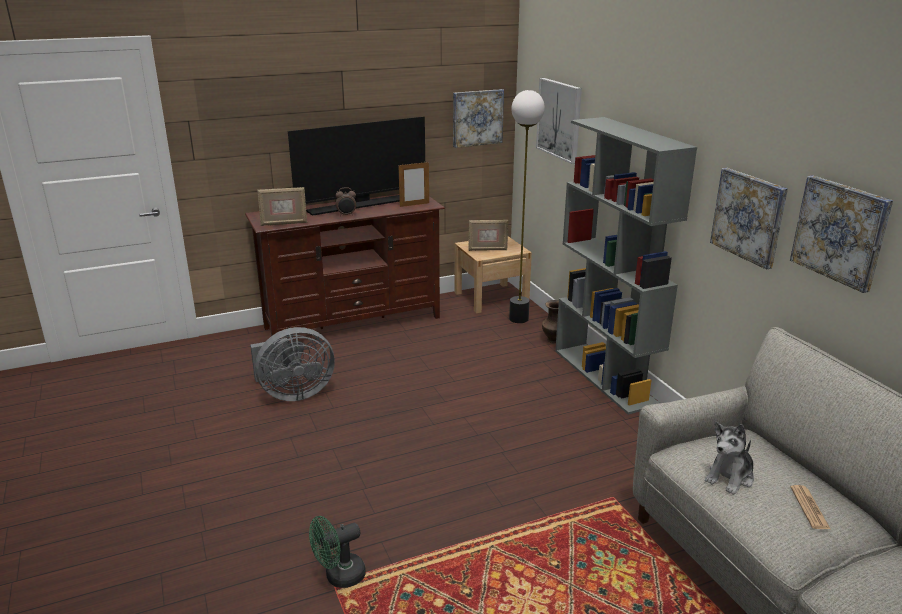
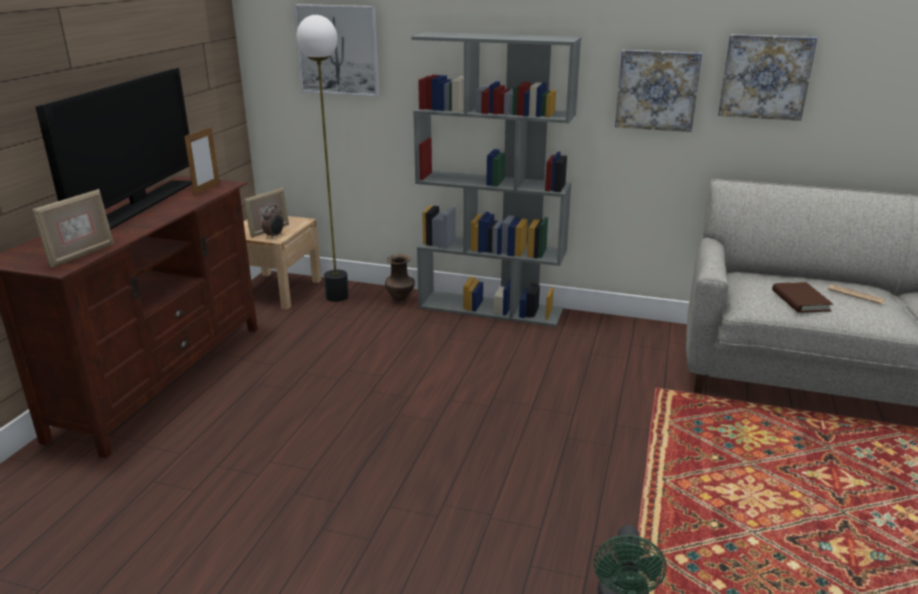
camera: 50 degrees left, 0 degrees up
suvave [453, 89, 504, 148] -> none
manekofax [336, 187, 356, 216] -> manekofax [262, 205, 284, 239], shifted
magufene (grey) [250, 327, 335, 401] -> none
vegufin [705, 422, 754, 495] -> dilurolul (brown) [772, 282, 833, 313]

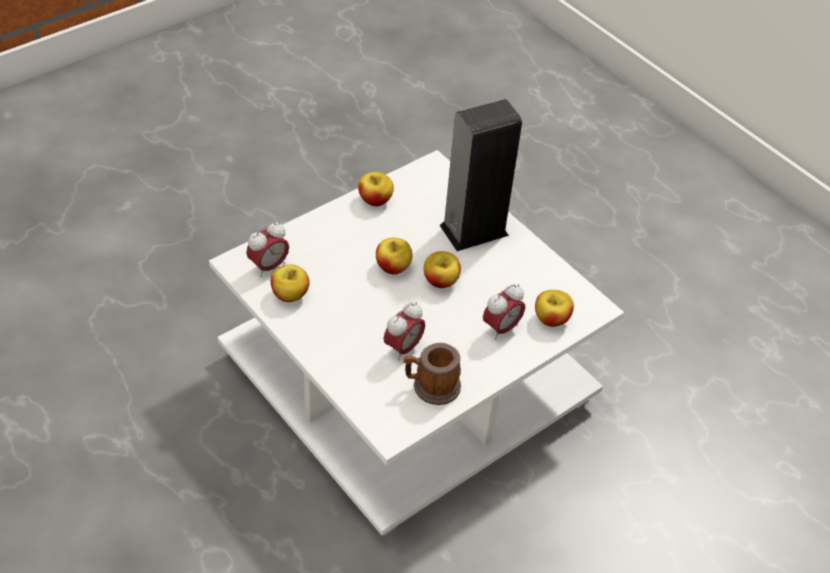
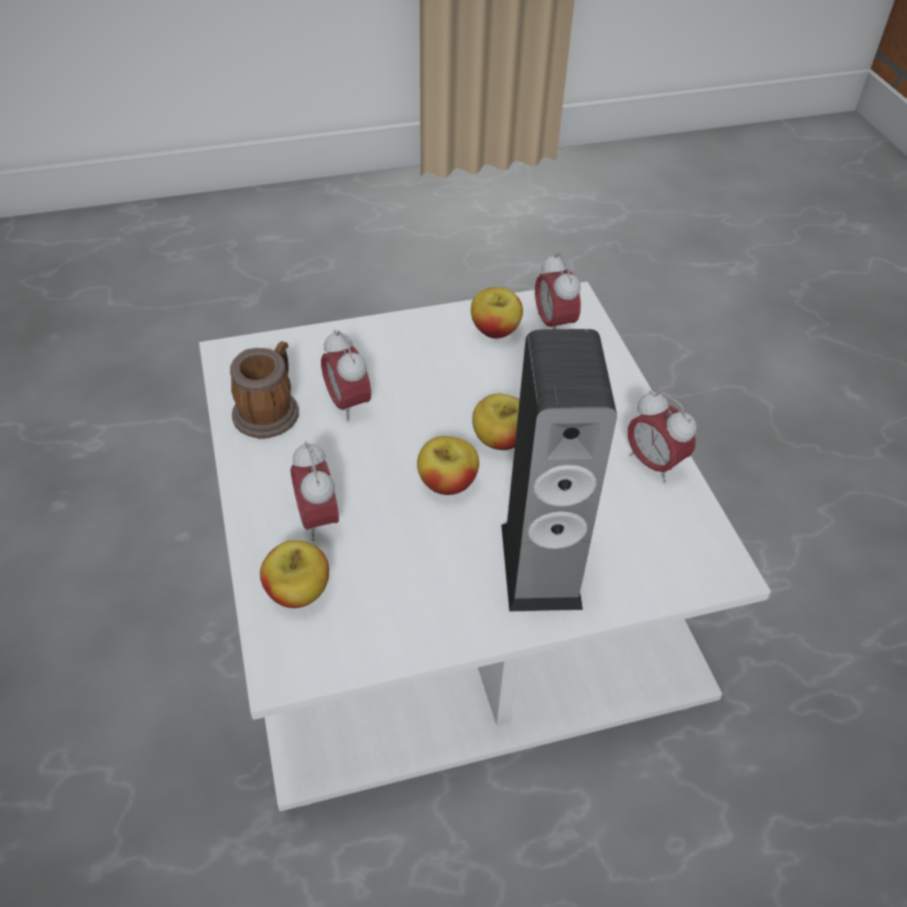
camera: 115 degrees right, 0 degrees up
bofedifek [358, 172, 394, 206] -> manekofax [628, 390, 697, 482]

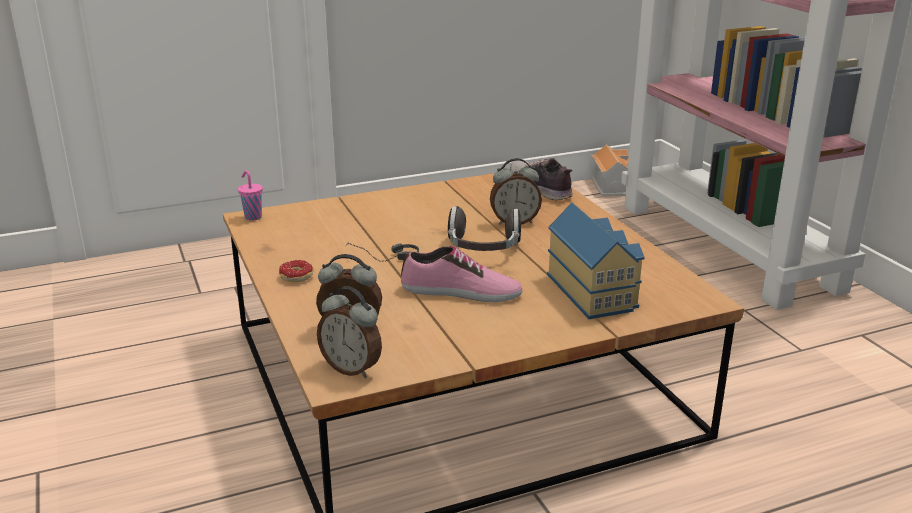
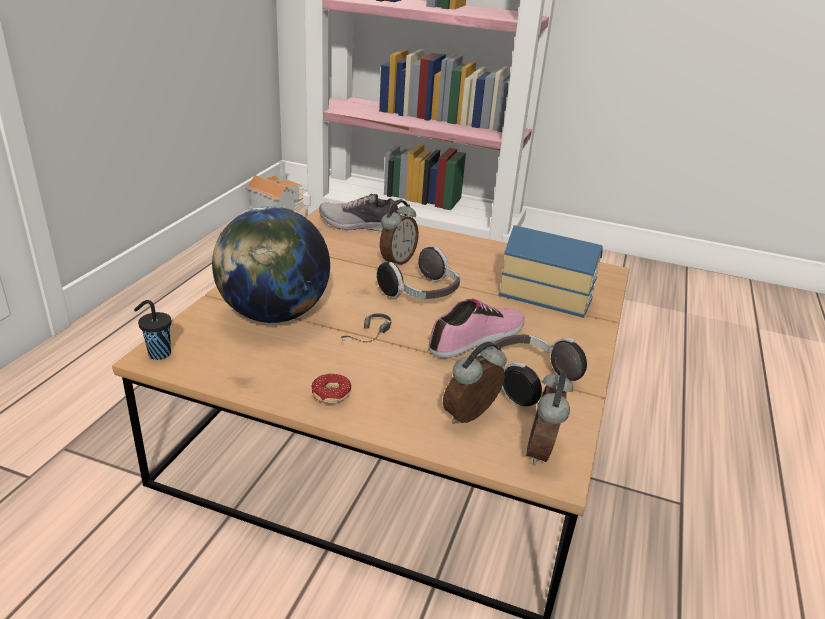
camera: 50 degrees left, 5 degrees up
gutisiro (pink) [238, 170, 263, 220] -> gutisiro (black) [134, 300, 171, 360]
manekofax [317, 286, 382, 378] -> manekofax [526, 371, 573, 466], 120 degrees clockwise
none -> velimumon [212, 206, 330, 323]
none -> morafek [493, 334, 587, 406]

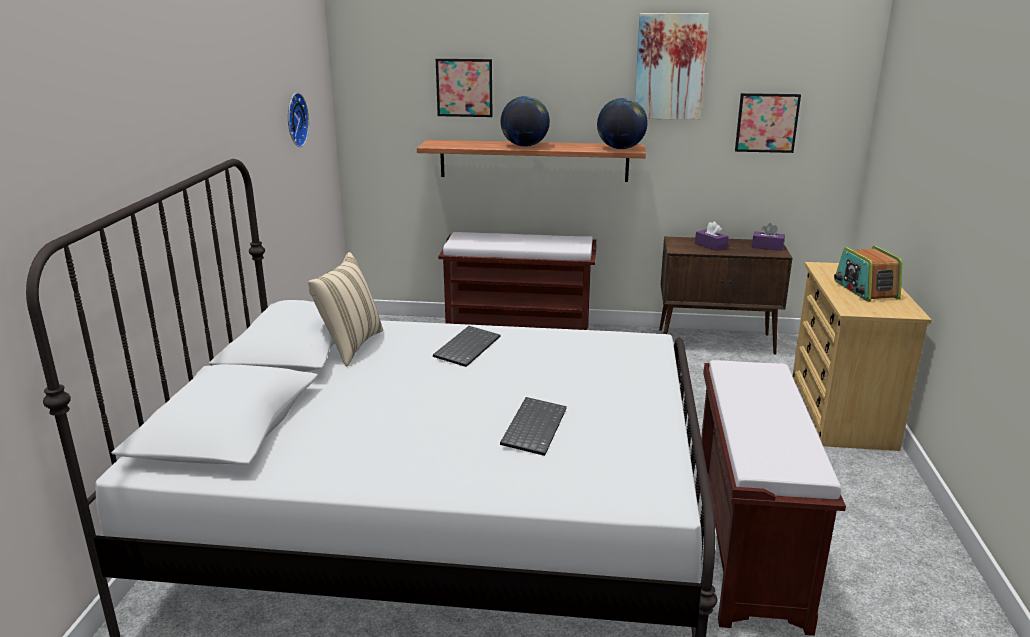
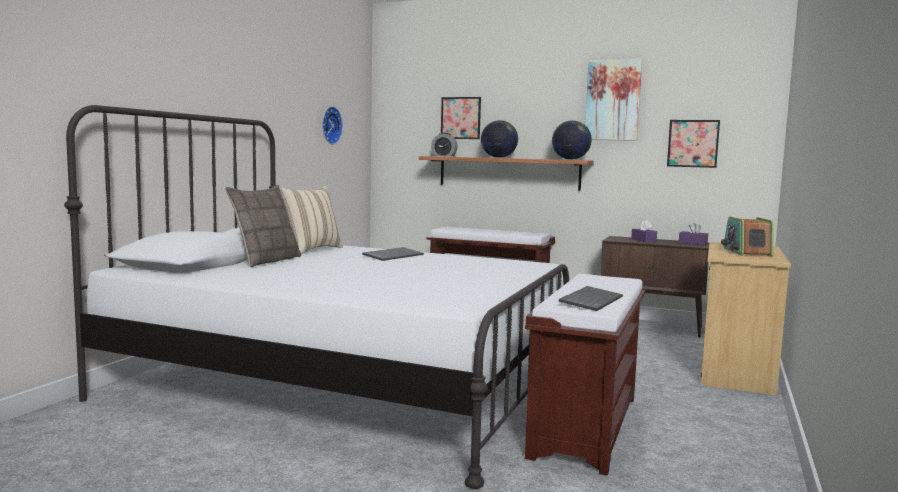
camera: 15 degrees right, 15 degrees down
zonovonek [500, 397, 567, 456] -> zonovonek [558, 286, 623, 311], shifted
none -> manekofax [431, 133, 458, 157]
none -> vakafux [225, 185, 301, 268]

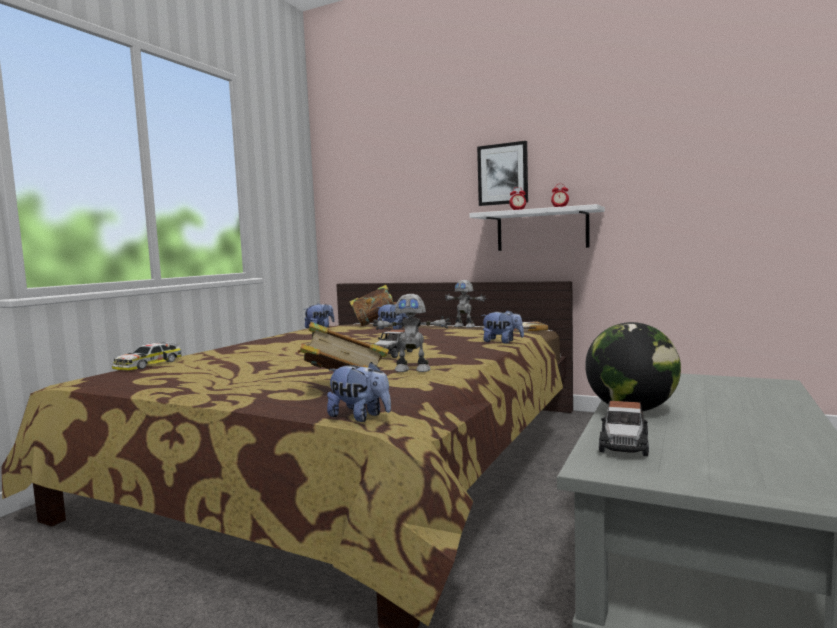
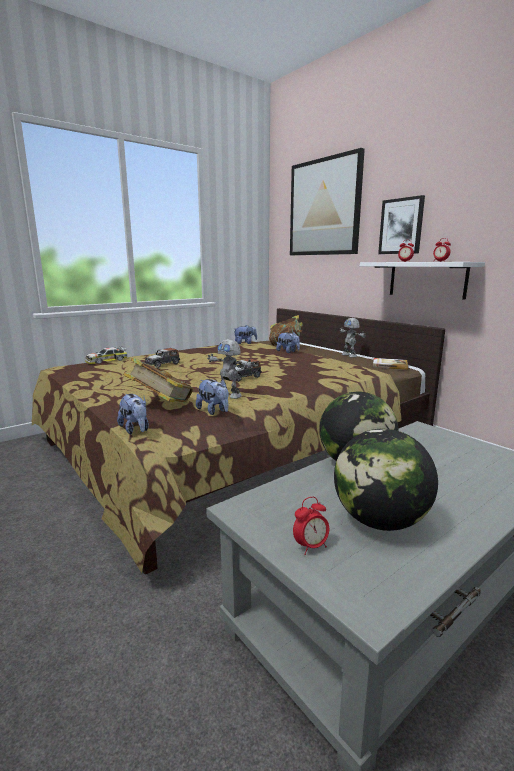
camera: 25 degrees right, 10 degrees up
vegufin [481, 310, 524, 344] -> vegufin [196, 379, 229, 415], shifted
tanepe [599, 401, 649, 456] -> tanepe [144, 348, 180, 367], shifted
none -> suvave [290, 148, 365, 255]
none -> velimumon [334, 429, 438, 531]
none -> manekofax [293, 497, 329, 555]

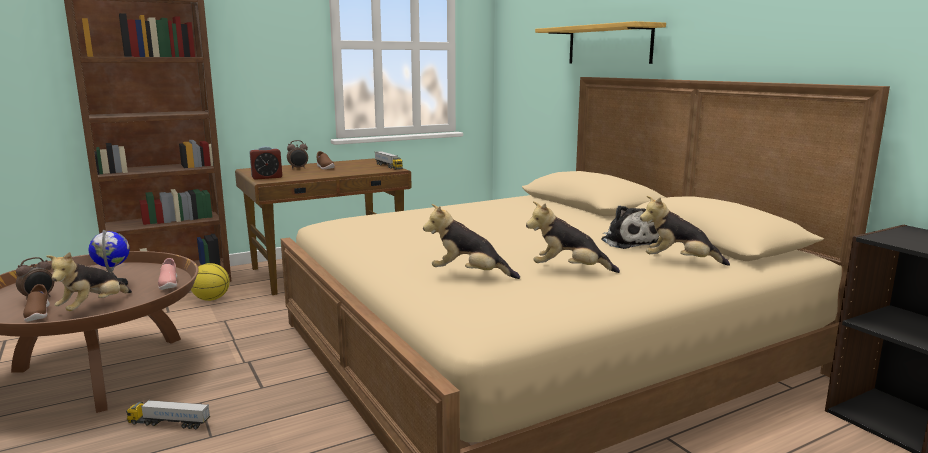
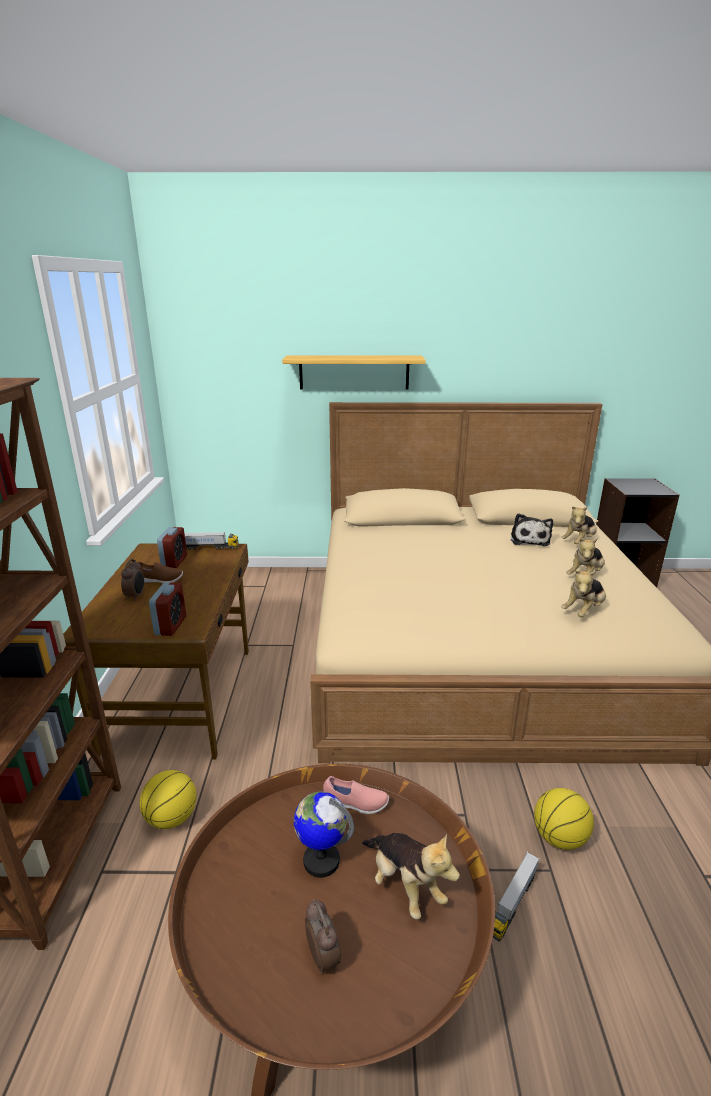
camera: 60 degrees left, 10 degrees up
vegufin [601, 205, 659, 249] -> vegufin [511, 513, 553, 546], 90 degrees clockwise
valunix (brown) [23, 284, 50, 322] -> none
none -> manekofax [157, 527, 187, 568]
none -> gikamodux [534, 788, 594, 850]

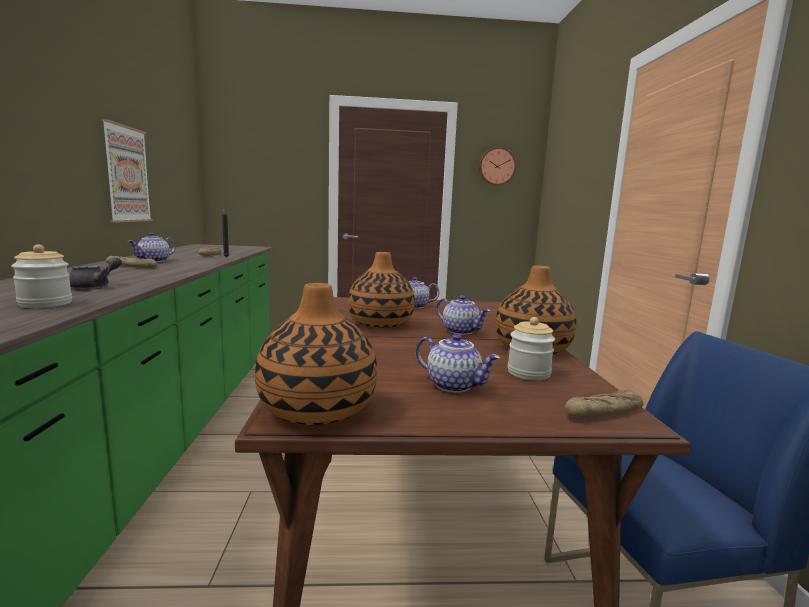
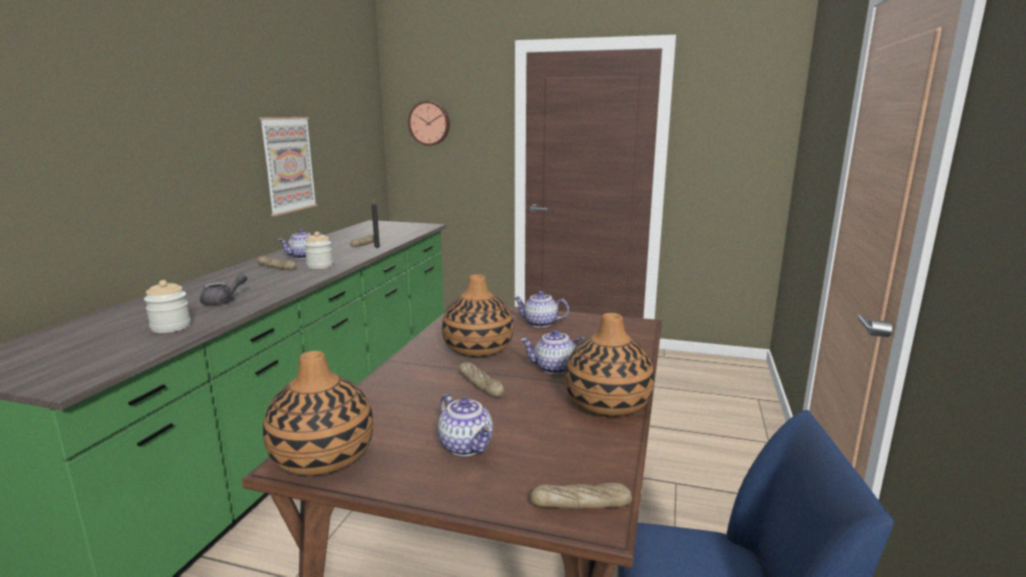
camera: 20 degrees right, 5 degrees up
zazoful [479, 147, 516, 186] -> zazoful [408, 101, 450, 146], shifted
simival [436, 295, 490, 335] -> simival [520, 329, 585, 374], 120 degrees clockwise
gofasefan [508, 317, 555, 380] -> gofasefan [304, 232, 333, 269], shifted
none -> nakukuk [458, 362, 504, 397]

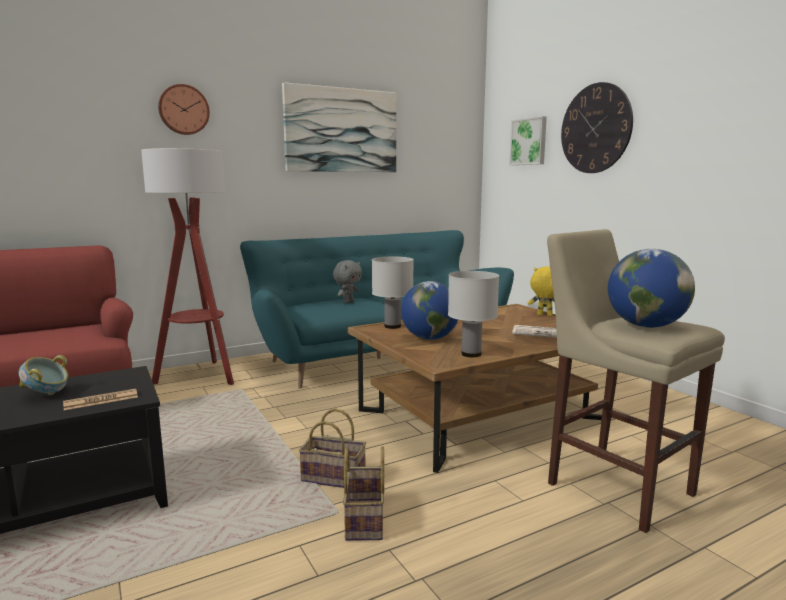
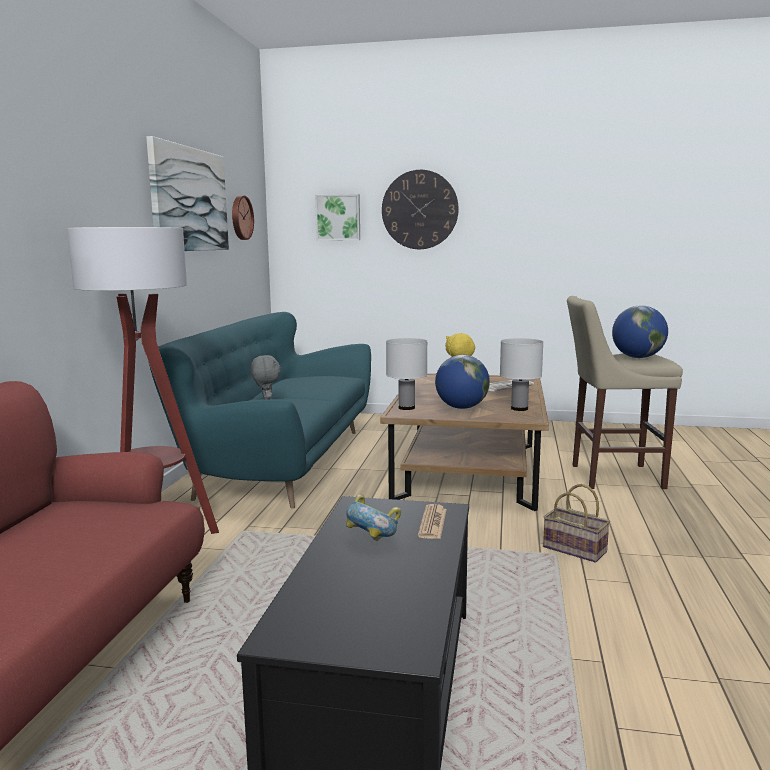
camera: 50 degrees left, 0 degrees up
zazoful [158, 84, 210, 135] -> zazoful [232, 195, 254, 240], shifted
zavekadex [299, 408, 366, 488] -> none

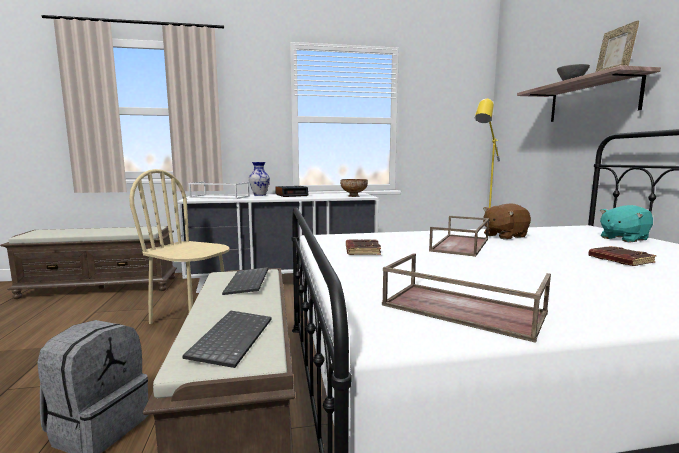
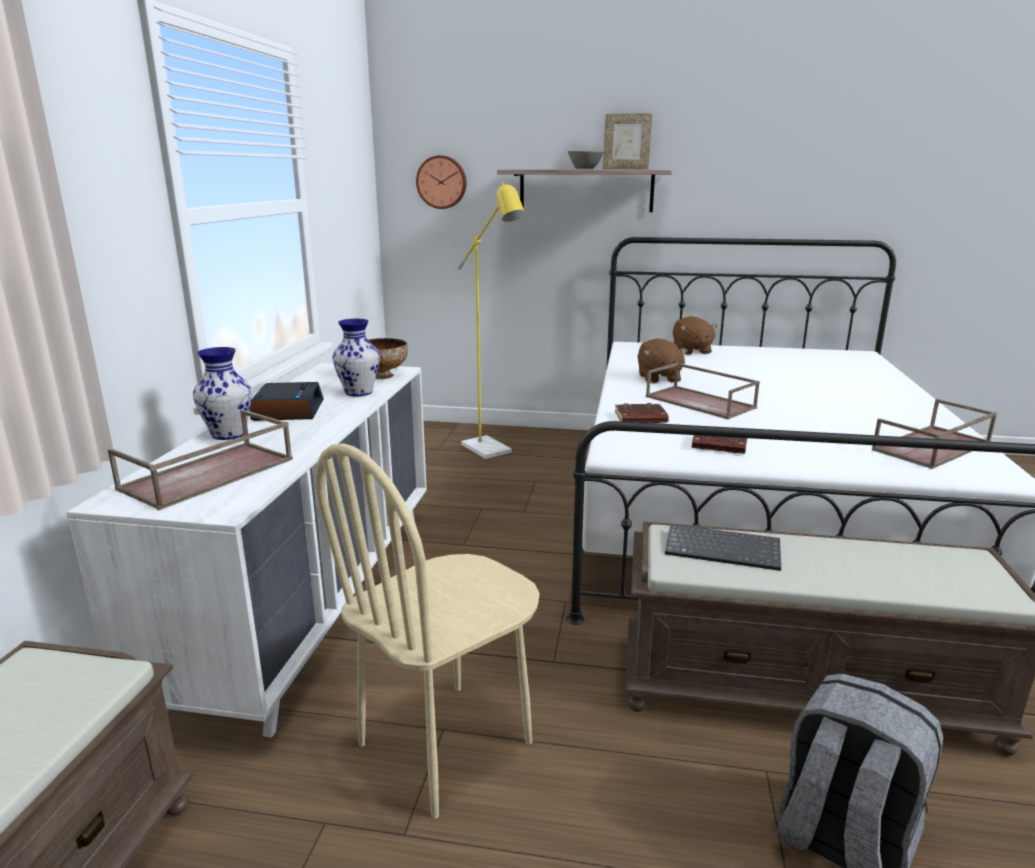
camera: 70 degrees left, 10 degrees up
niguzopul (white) [188, 181, 250, 199] -> niguzopul (brown) [108, 410, 293, 510]
vegufin (turquoise) [600, 205, 653, 243] -> vegufin (brown) [673, 316, 718, 355]
dilurolul (brown) [588, 246, 656, 266] -> dilurolul (brown) [615, 403, 669, 423], shifted
zonovonek [183, 311, 272, 368] -> none
none -> zazoful [416, 155, 466, 209]
none -> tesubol [332, 319, 380, 396]

